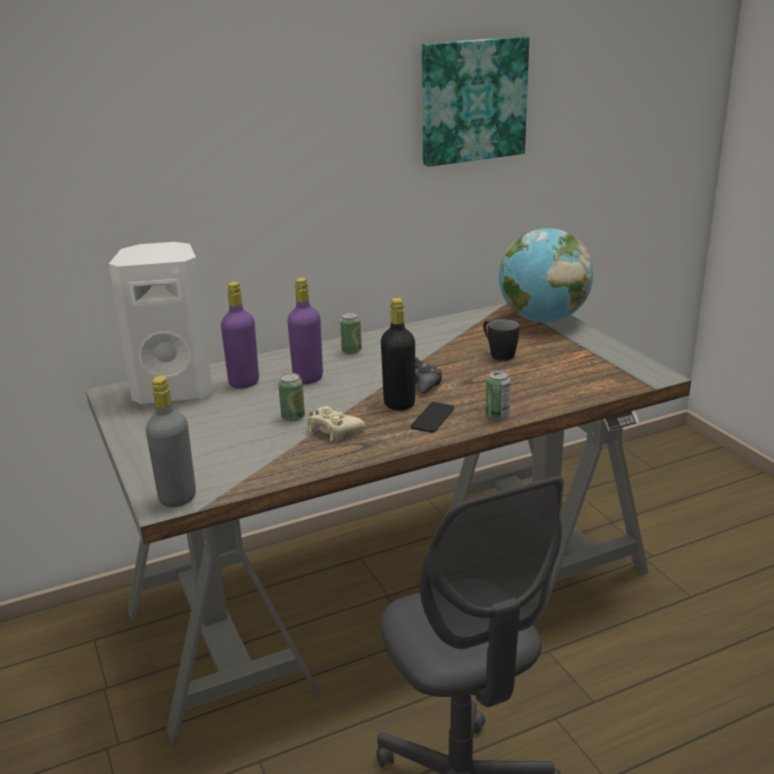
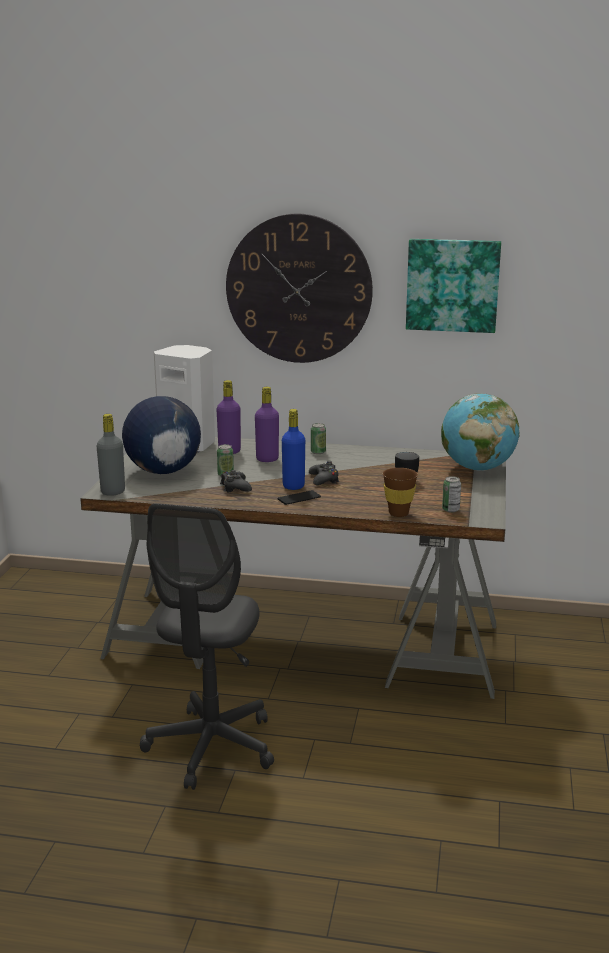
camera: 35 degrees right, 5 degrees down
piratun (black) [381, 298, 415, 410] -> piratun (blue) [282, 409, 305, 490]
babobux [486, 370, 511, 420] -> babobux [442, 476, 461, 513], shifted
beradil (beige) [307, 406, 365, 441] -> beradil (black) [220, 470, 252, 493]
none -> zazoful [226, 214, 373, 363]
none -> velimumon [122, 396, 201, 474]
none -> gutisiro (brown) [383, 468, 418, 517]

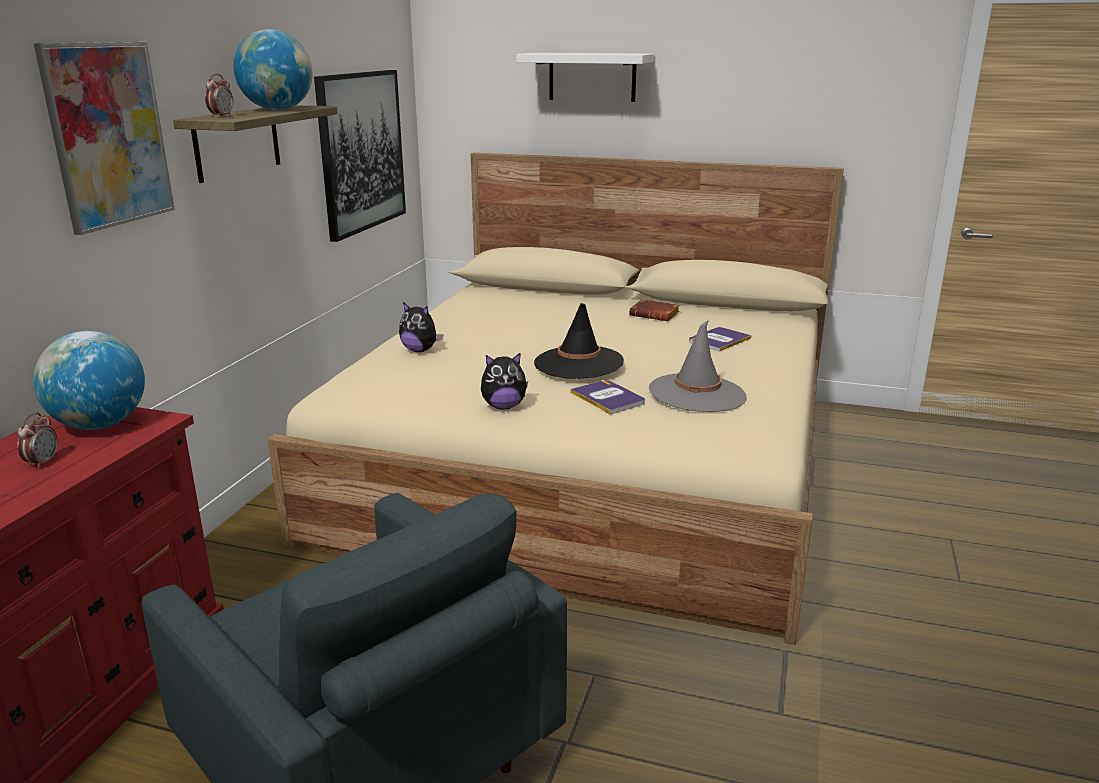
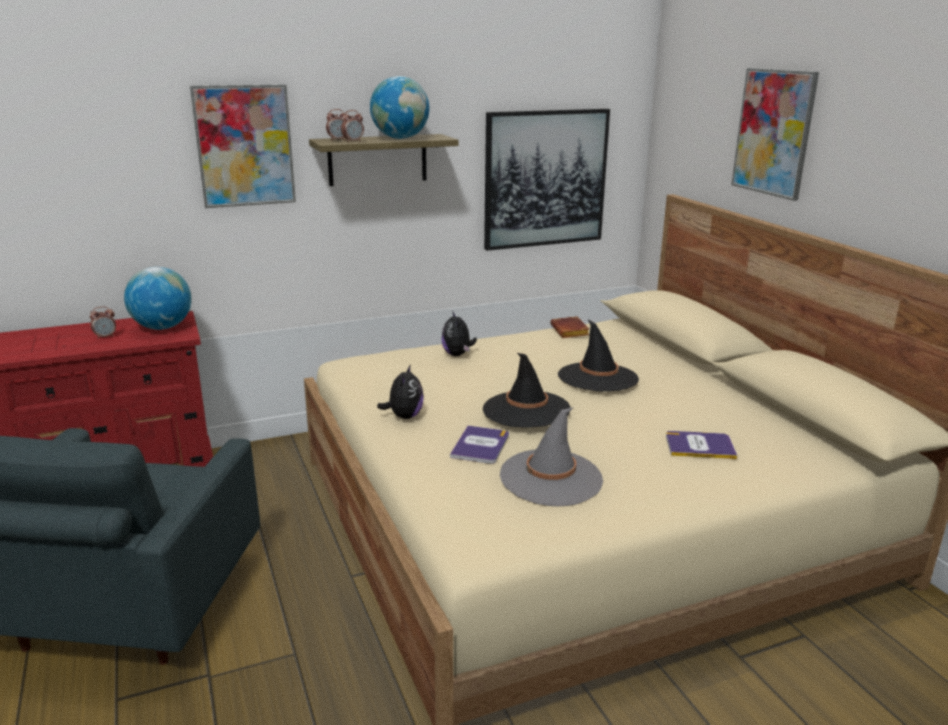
camera: 50 degrees right, 0 degrees up
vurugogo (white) [516, 53, 654, 102] -> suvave [731, 68, 819, 201]
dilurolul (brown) [629, 299, 680, 321] -> dilurolul (brown) [550, 316, 590, 338], shifted
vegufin [481, 352, 528, 409] -> vegufin [377, 364, 424, 419], 120 degrees counterclockwise
none -> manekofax [341, 110, 364, 142]
none -> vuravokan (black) [558, 319, 639, 392]

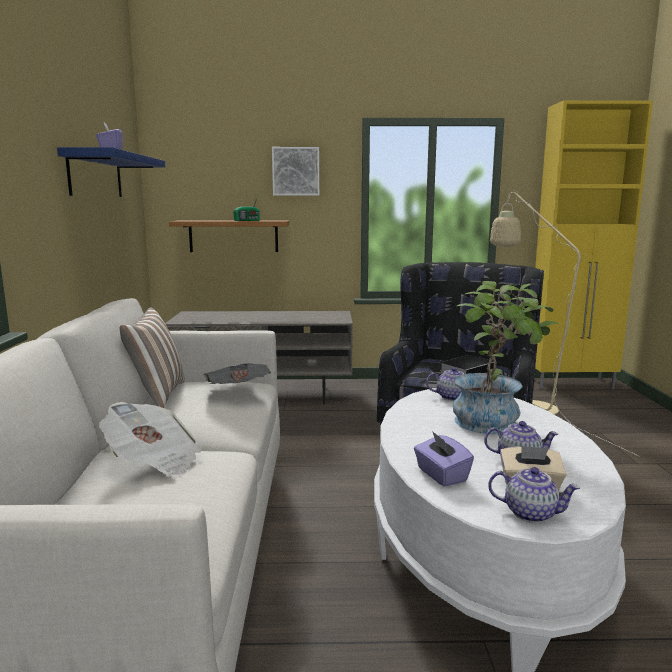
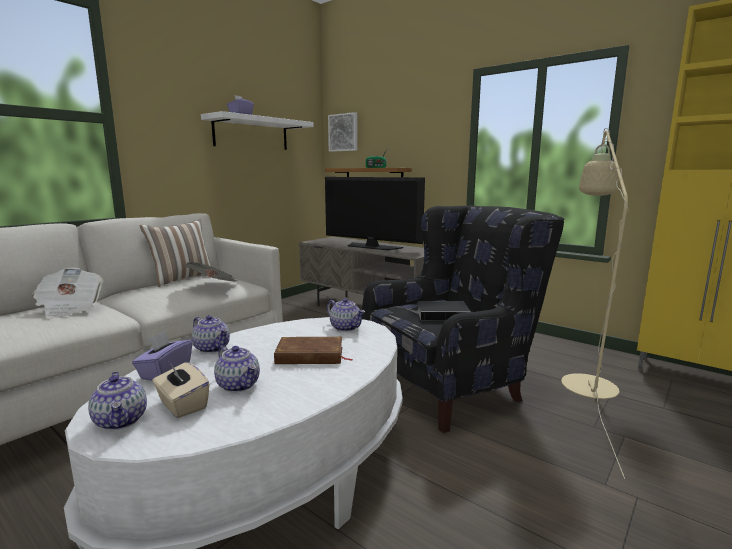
camera: 40 degrees right, 0 degrees up
vurugogo (blue) [57, 147, 165, 197] -> vurugogo (white) [201, 111, 314, 150]
suvave [272, 147, 319, 196] -> suvave [328, 112, 358, 152], shifted
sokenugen [453, 281, 558, 434] -> dilurolul (brown) [274, 337, 352, 364]
none -> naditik [325, 177, 425, 250]
none -> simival [192, 315, 230, 353]

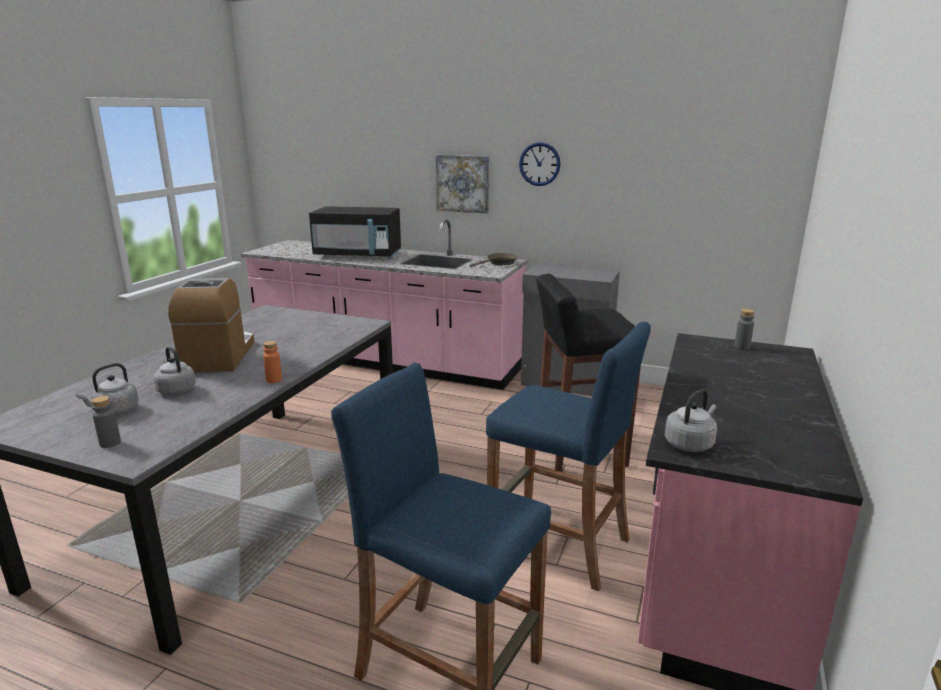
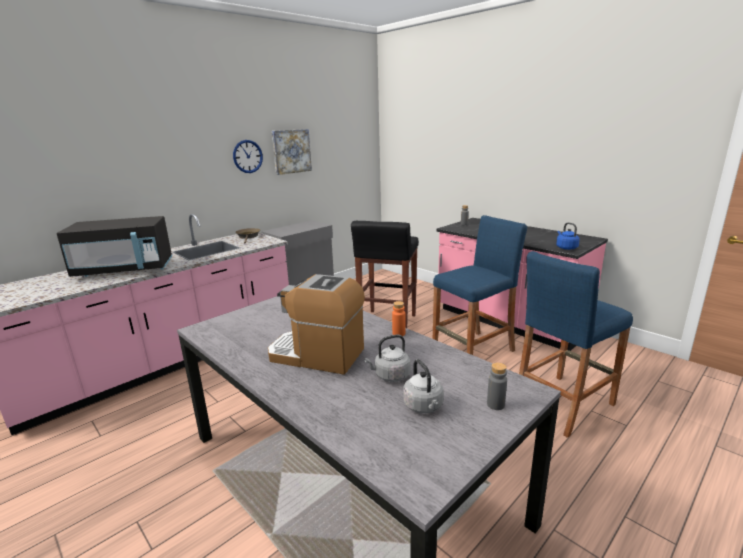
camera: 65 degrees left, 0 degrees up
suvave [436, 155, 489, 214] -> suvave [272, 129, 312, 175], shifted
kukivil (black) [309, 206, 401, 259] -> kukivil (black) [56, 216, 172, 277], 45 degrees clockwise
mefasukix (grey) [665, 389, 717, 452] -> mefasukix (blue) [556, 222, 580, 250]

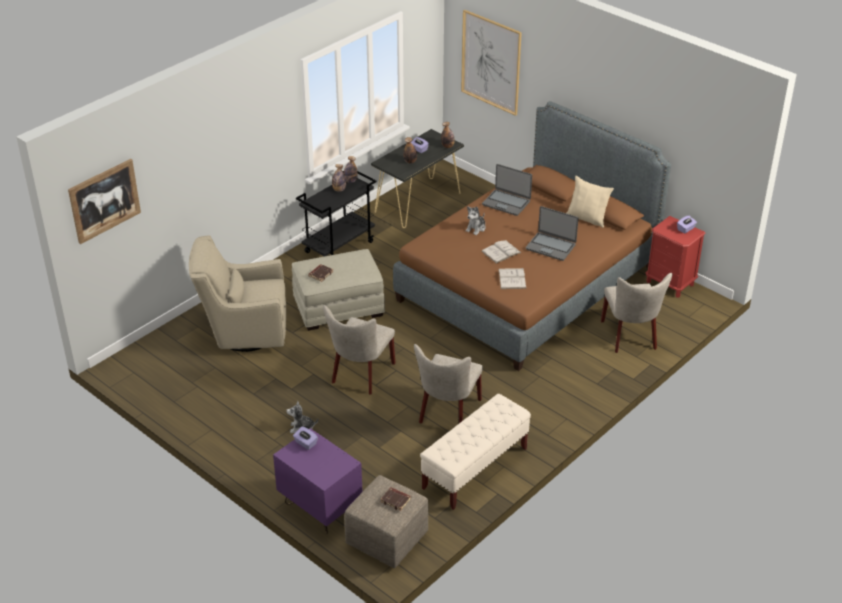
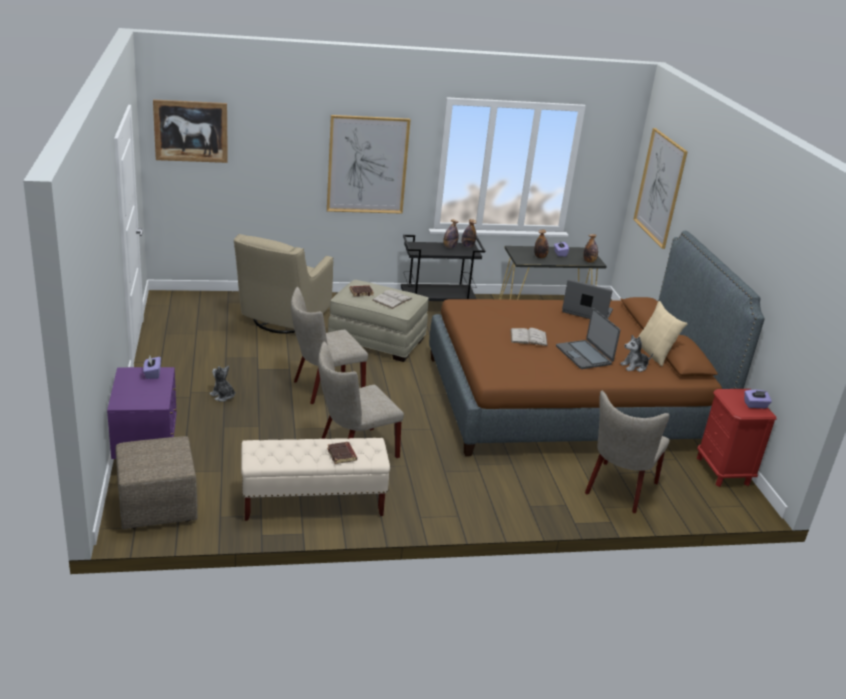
camera: 35 degrees right, 10 degrees down
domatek [482, 164, 532, 216] -> domatek [562, 279, 613, 319], 135 degrees clockwise
vegufin [465, 206, 486, 235] -> vegufin [620, 335, 653, 372], shifted
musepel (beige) [189, 235, 286, 352] -> musepel (beige) [234, 234, 334, 334], 105 degrees counterclockwise
dilurolul (white) [498, 268, 526, 289] -> dilurolul (white) [372, 290, 413, 309], shifted
dilurolul (brown) [380, 487, 411, 511] -> dilurolul (brown) [327, 442, 357, 464], shifted
none -> suvave [327, 115, 411, 214]

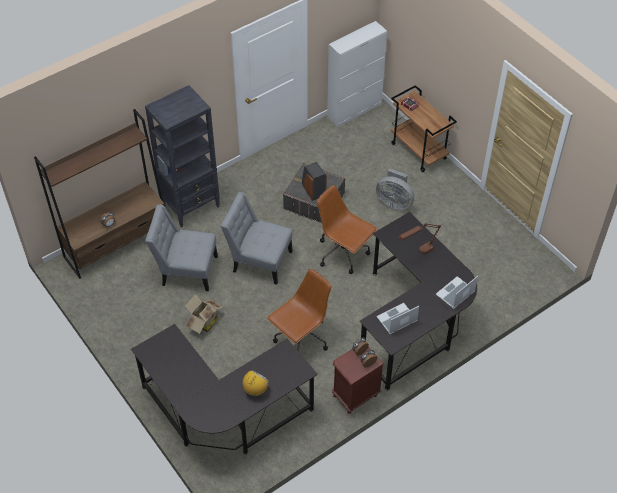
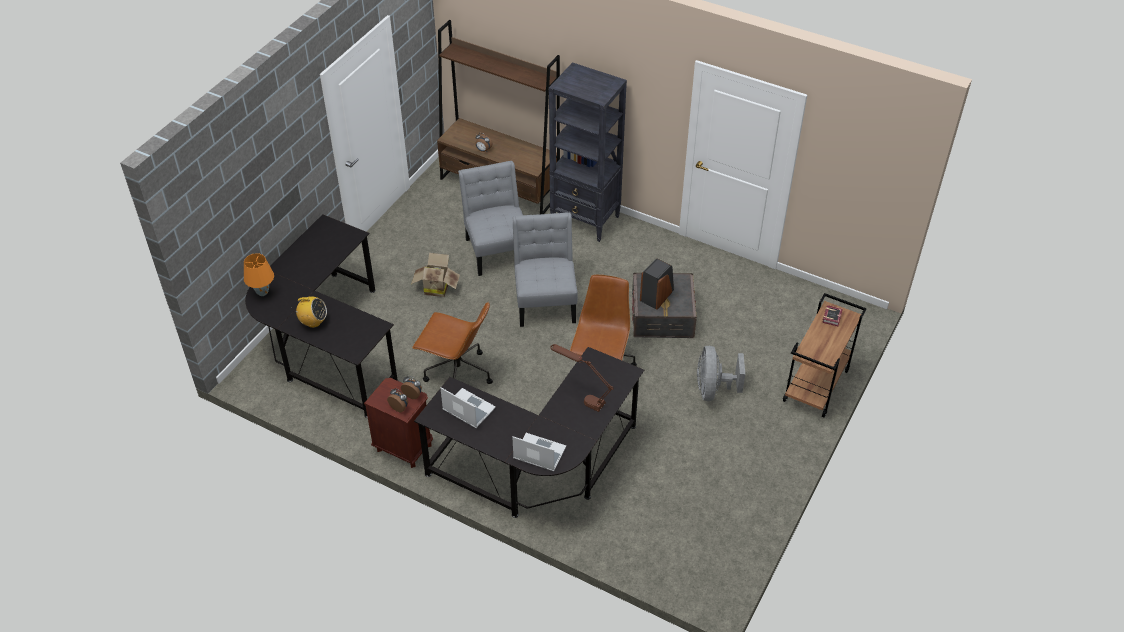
camera: 65 degrees right, 5 degrees down
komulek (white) [327, 21, 387, 127] -> none
none -> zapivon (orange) [244, 253, 274, 296]

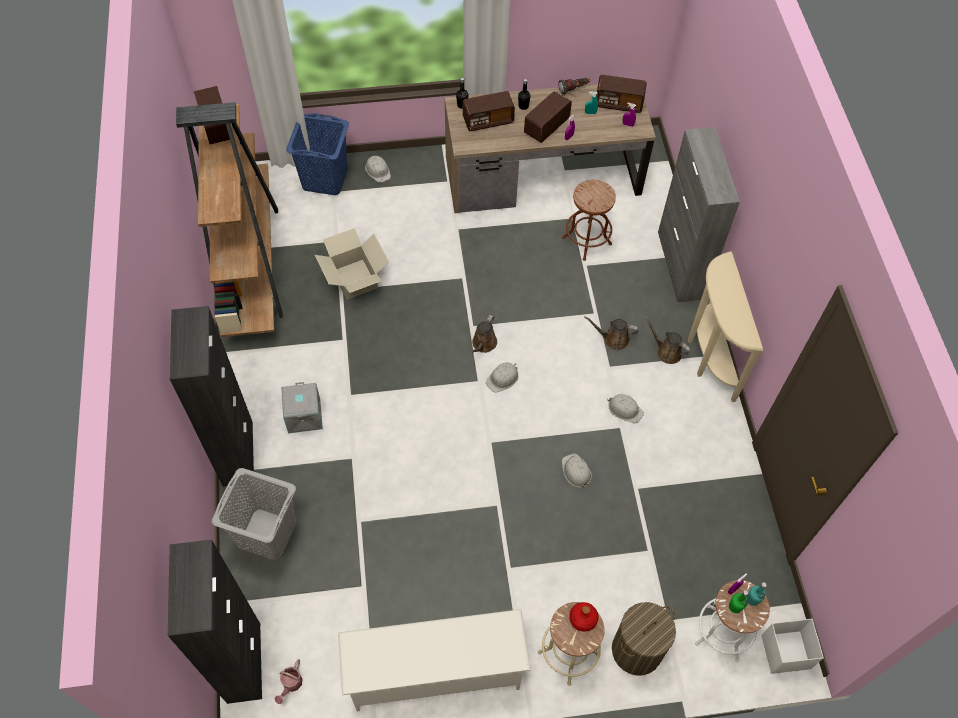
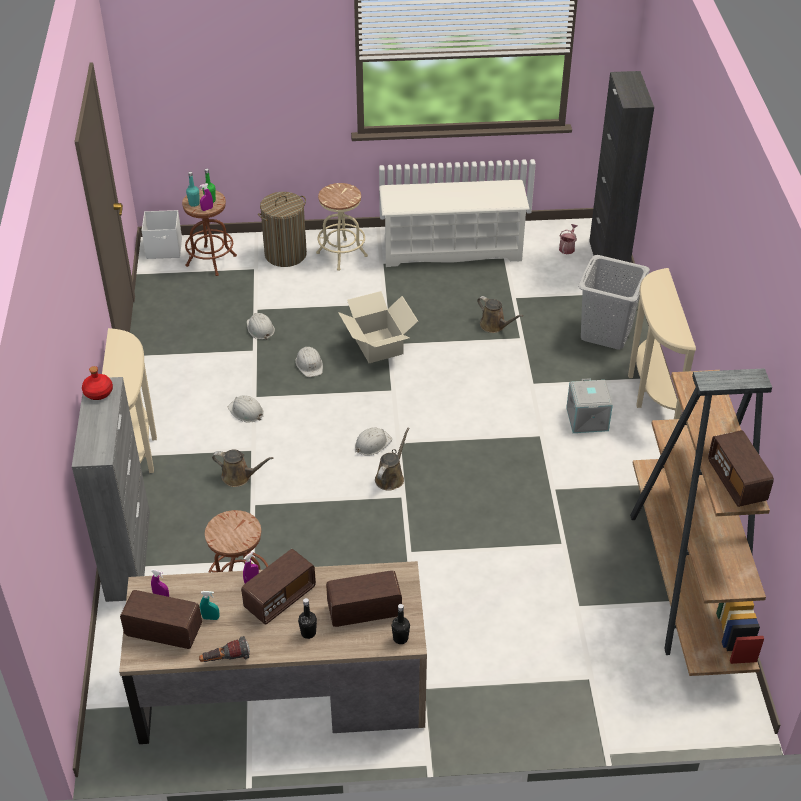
camera: 175 degrees left, 15 degrees down
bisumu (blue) [286, 113, 349, 195] -> none
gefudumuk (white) [365, 156, 391, 183] -> gefudumuk (white) [247, 313, 275, 340], shifted
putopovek [315, 228, 389, 300] -> putopovek [338, 291, 418, 363], shifted
komulek (black) [170, 306, 254, 487] -> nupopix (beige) [628, 268, 696, 419]
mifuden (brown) [645, 316, 691, 364] -> mifuden (brown) [477, 296, 524, 333], shifted
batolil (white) [695, 580, 770, 662] -> batolil (brown) [182, 189, 237, 276]
piratun (red) [569, 602, 598, 632] -> piratun (red) [82, 366, 113, 400], shifted

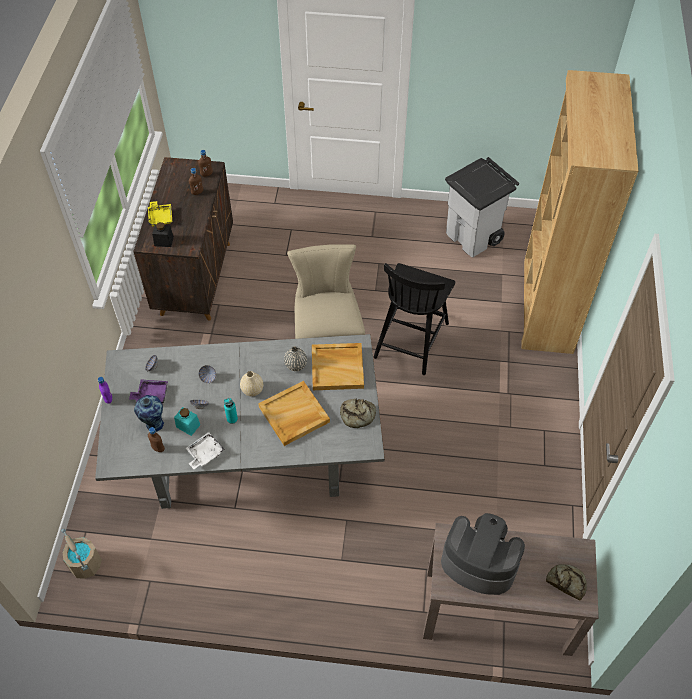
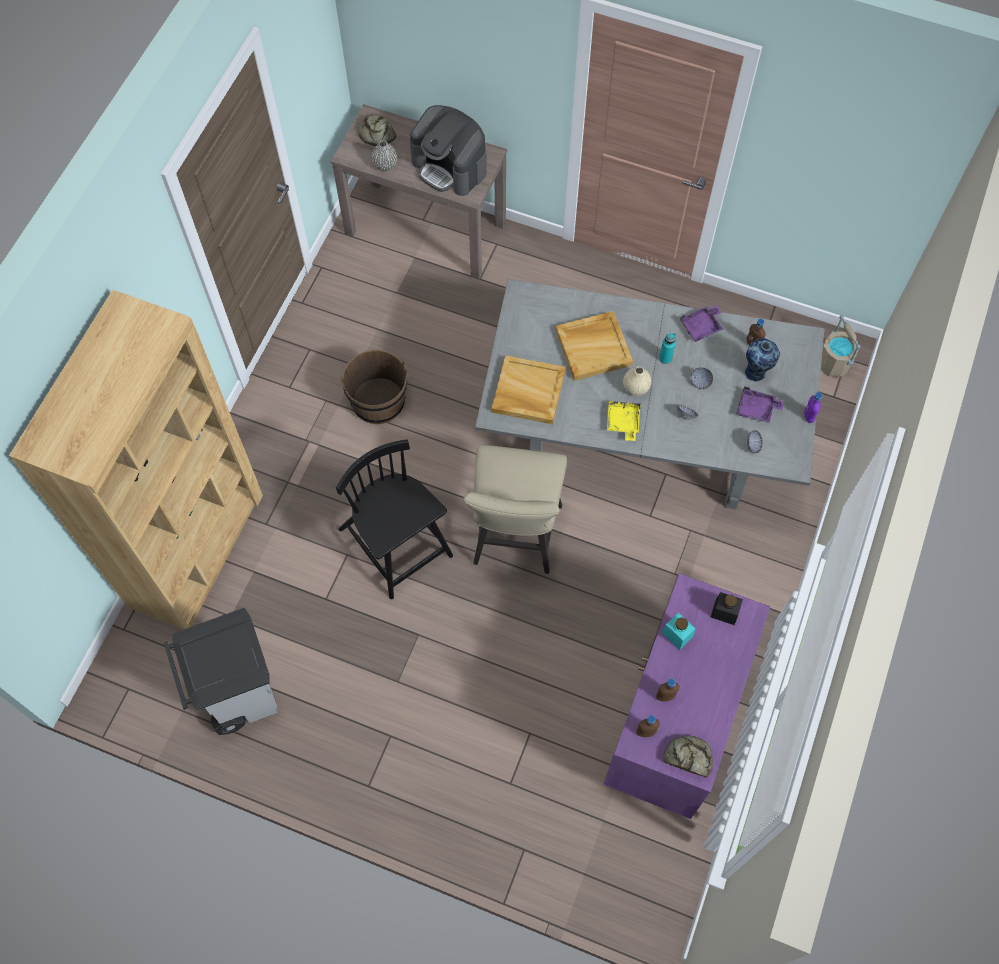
camera: 165 degrees left, 10 degrees up
komulek (brown) [133, 157, 233, 321] -> komulek (purple) [603, 573, 770, 819]
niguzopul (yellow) [148, 201, 172, 226] -> niguzopul (yellow) [607, 401, 641, 441], shifted
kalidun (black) [374, 263, 455, 375] -> kalidun (black) [336, 440, 453, 599], 75 degrees counterclockwise
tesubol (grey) [284, 346, 307, 371] -> tesubol (grey) [372, 140, 398, 171], shifted
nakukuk [340, 399, 376, 428] -> nakukuk [663, 736, 713, 778], shifted
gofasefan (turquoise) [174, 407, 200, 436] -> gofasefan (turquoise) [662, 612, 696, 650], shifted
niguzopul (white) [186, 432, 225, 469] -> niguzopul (purple) [680, 305, 723, 342]
none -> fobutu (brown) [340, 350, 407, 424]

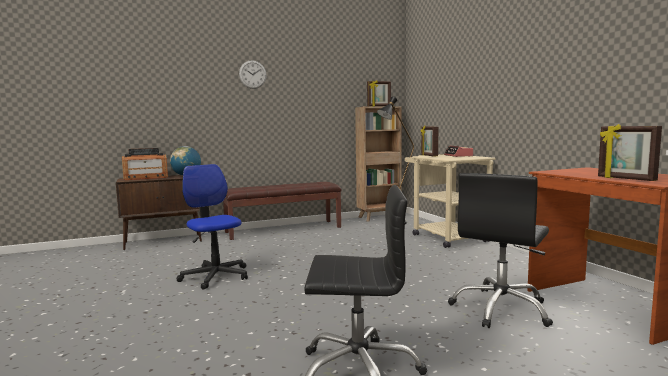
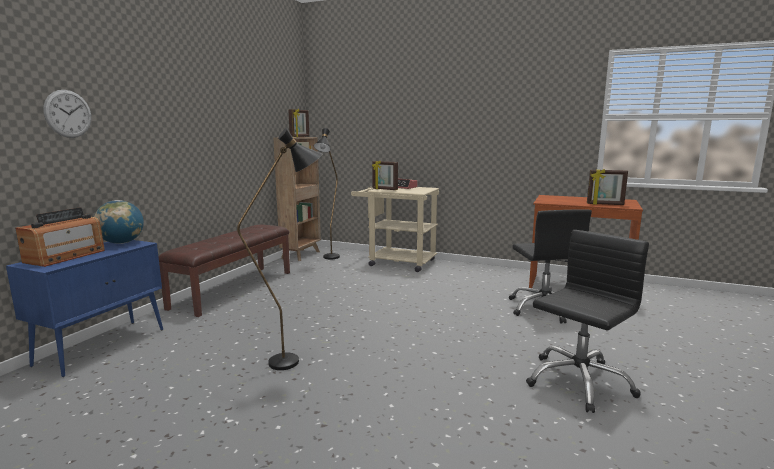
camera: 45 degrees left, 5 degrees up
zazoful [239, 60, 267, 89] -> zazoful [43, 90, 91, 138], shifted
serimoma [177, 164, 248, 290] -> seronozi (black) [237, 128, 322, 370]
komulek (brown) [116, 175, 202, 250] -> komulek (blue) [6, 240, 163, 377]

